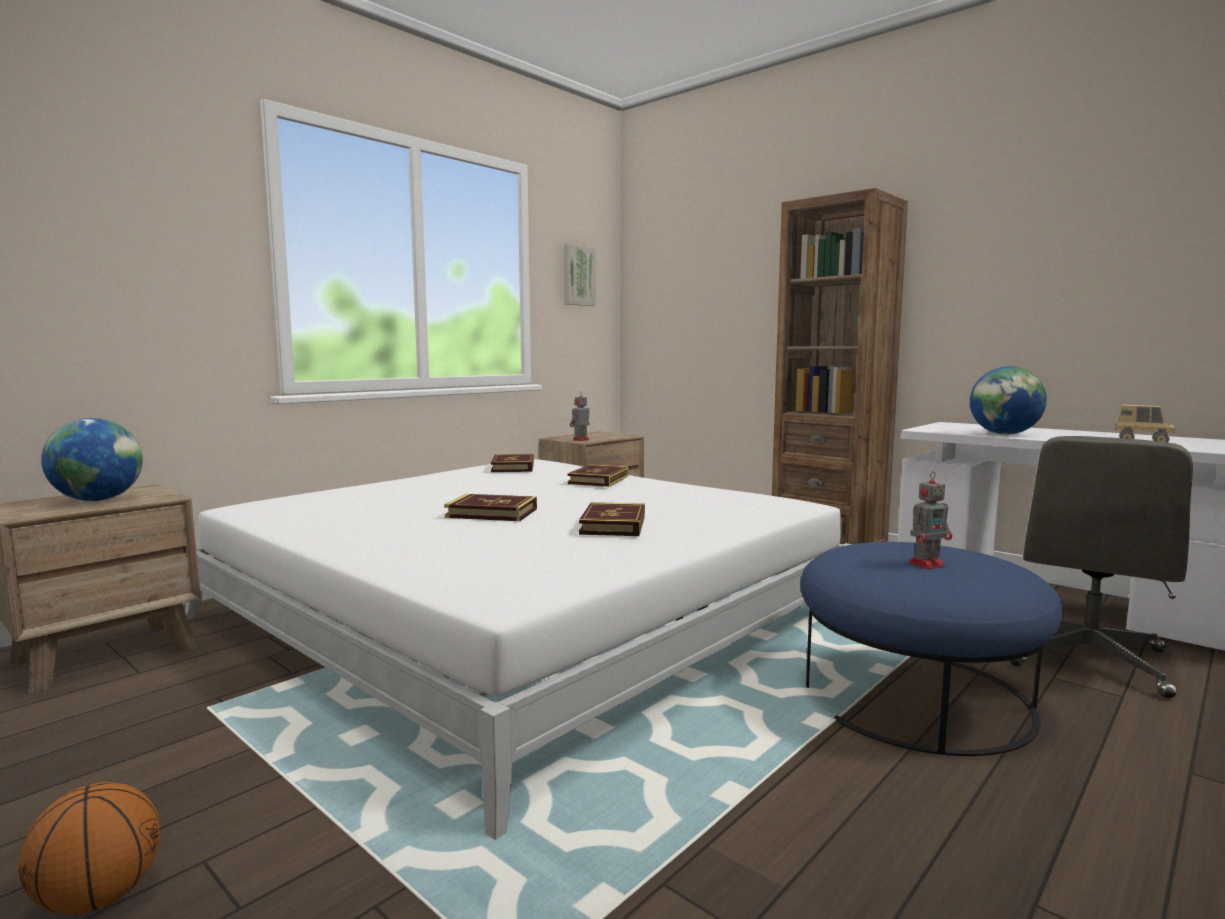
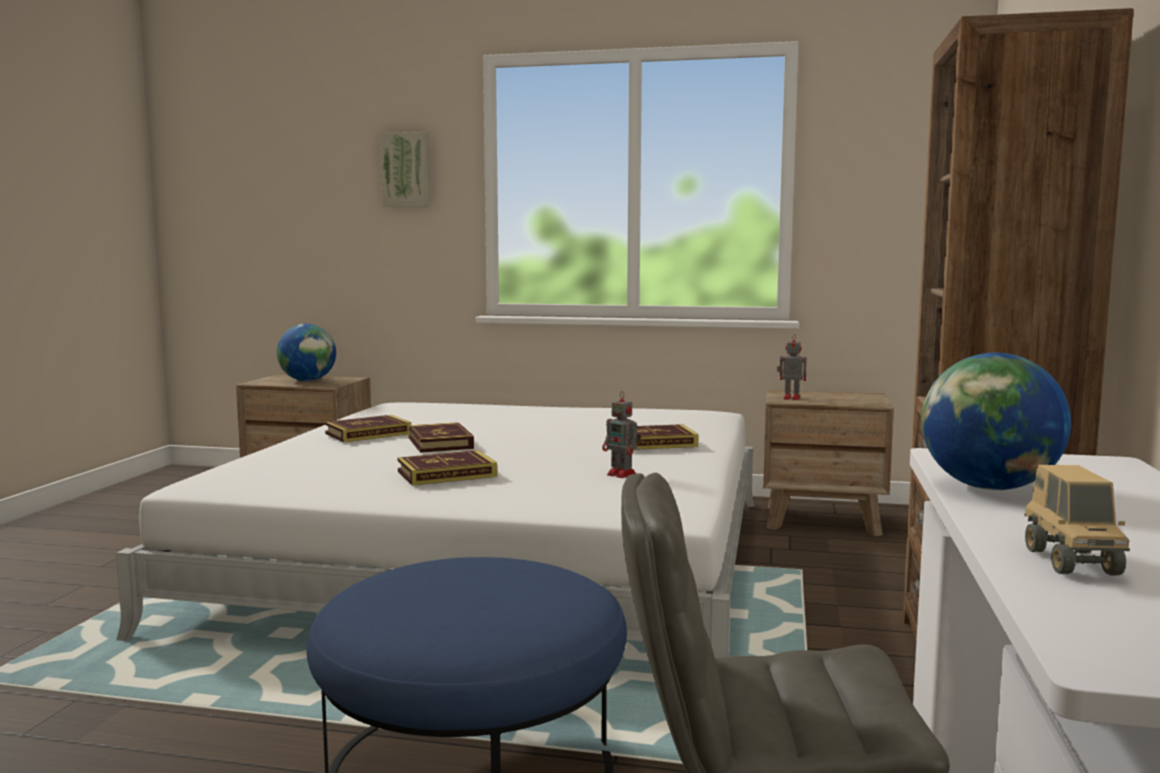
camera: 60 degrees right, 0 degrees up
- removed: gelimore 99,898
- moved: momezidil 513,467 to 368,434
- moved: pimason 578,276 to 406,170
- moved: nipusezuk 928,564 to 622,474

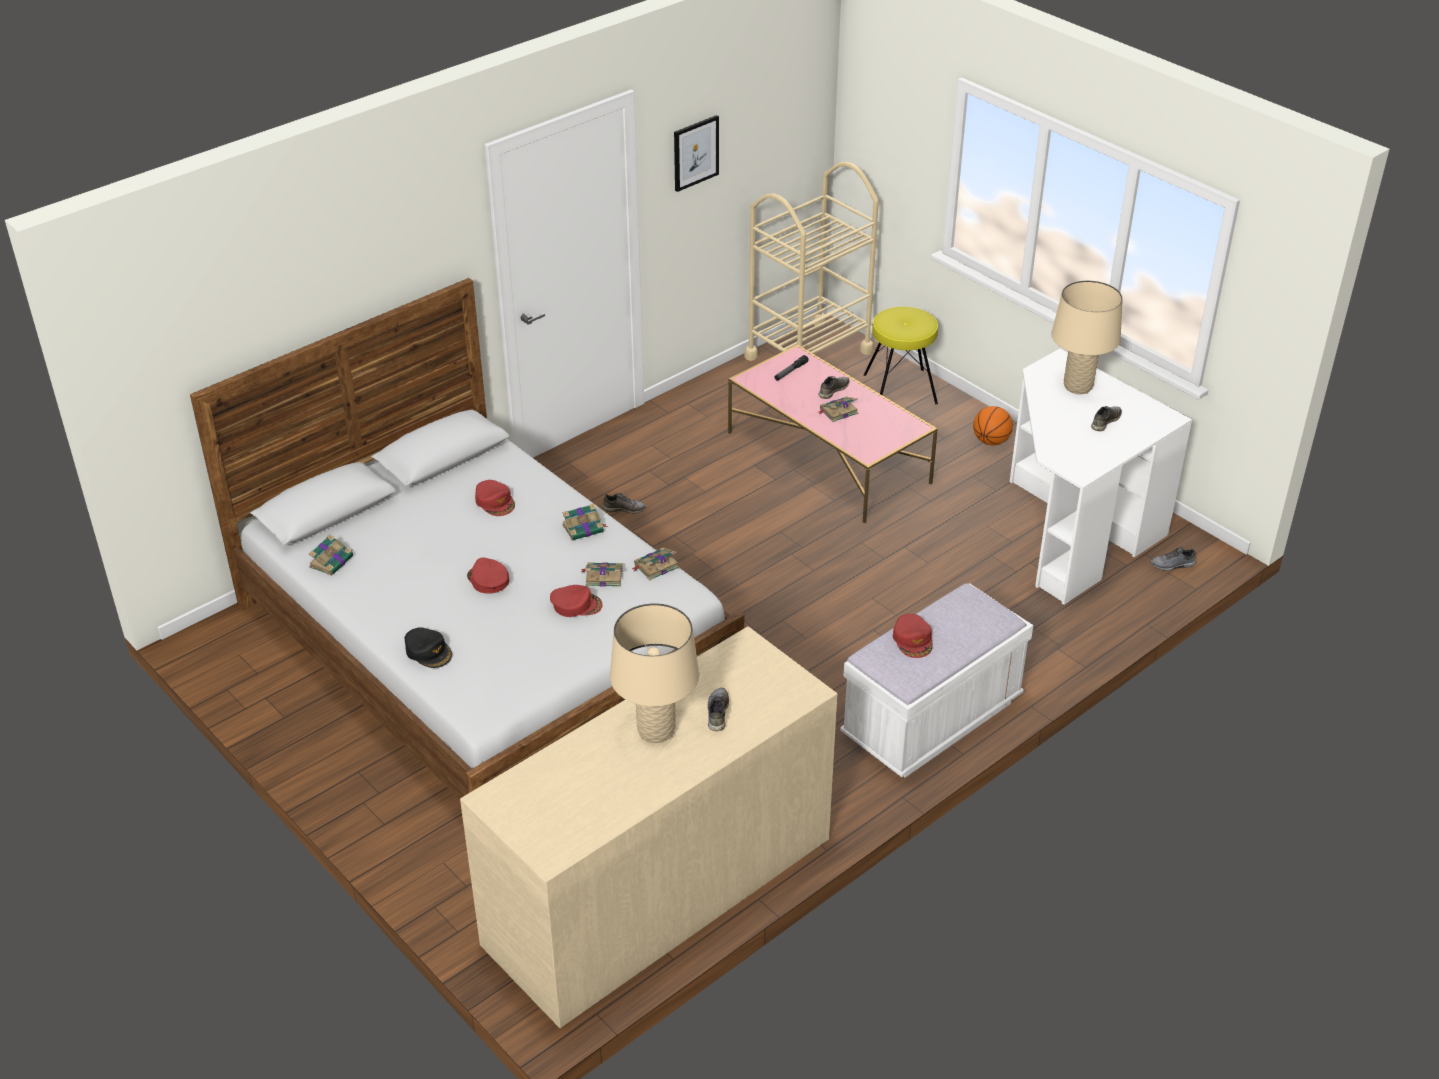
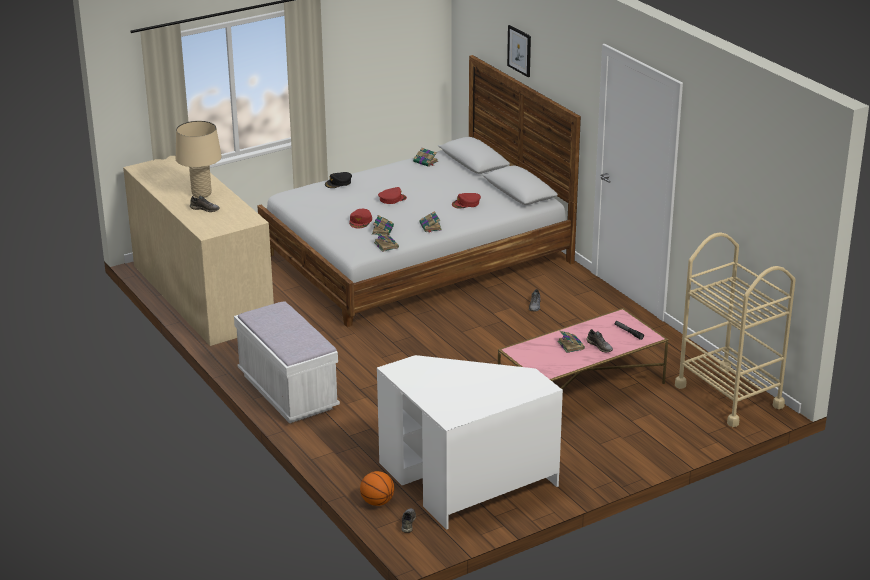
camera: 100 degrees right, 10 degrees down
- moved: pimason 695,153 to 519,50
- removed: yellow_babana 900,389
- removed: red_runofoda 913,640
- moved: gelimore 991,441 to 377,502
- removed: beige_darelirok 1078,387
- removed: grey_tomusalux 1105,421

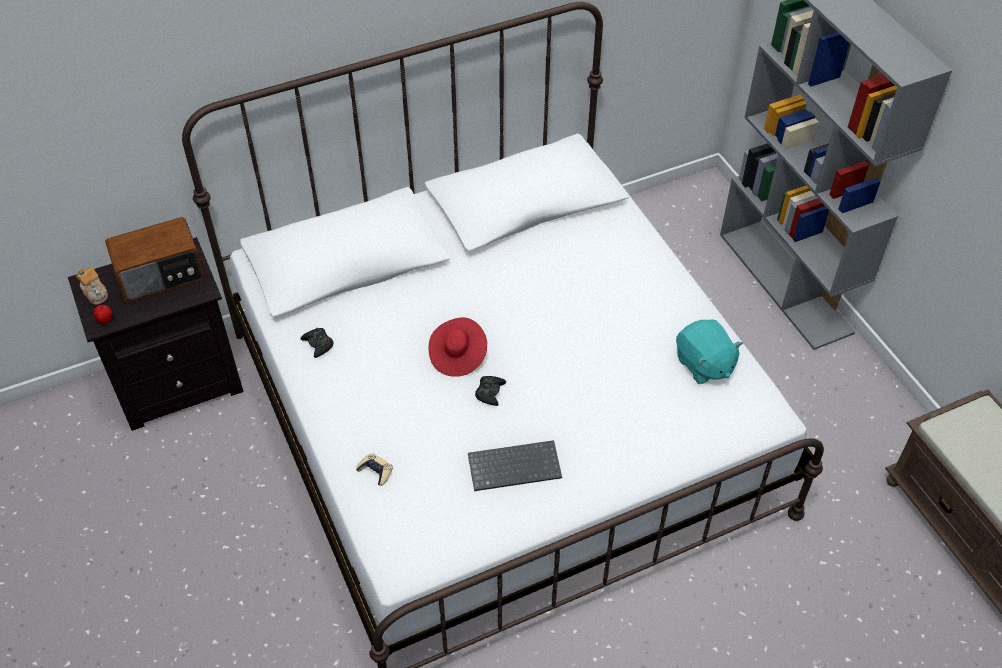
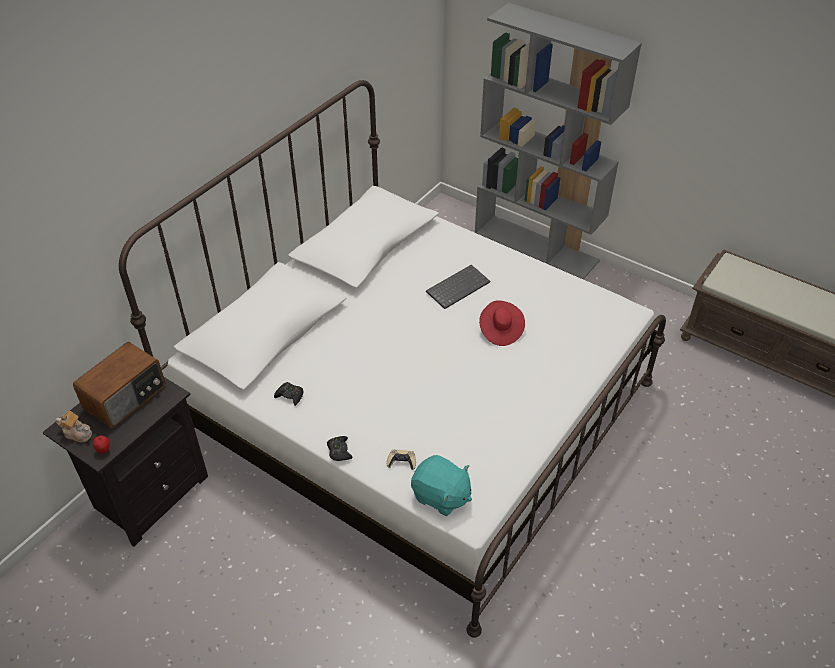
camera: 30 degrees left, 5 degrees down
- moved: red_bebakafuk 457,356 to 500,331
- moved: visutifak 515,465 to 458,287
- moved: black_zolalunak 490,392 to 339,451
- moved: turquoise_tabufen 704,364 to 441,496

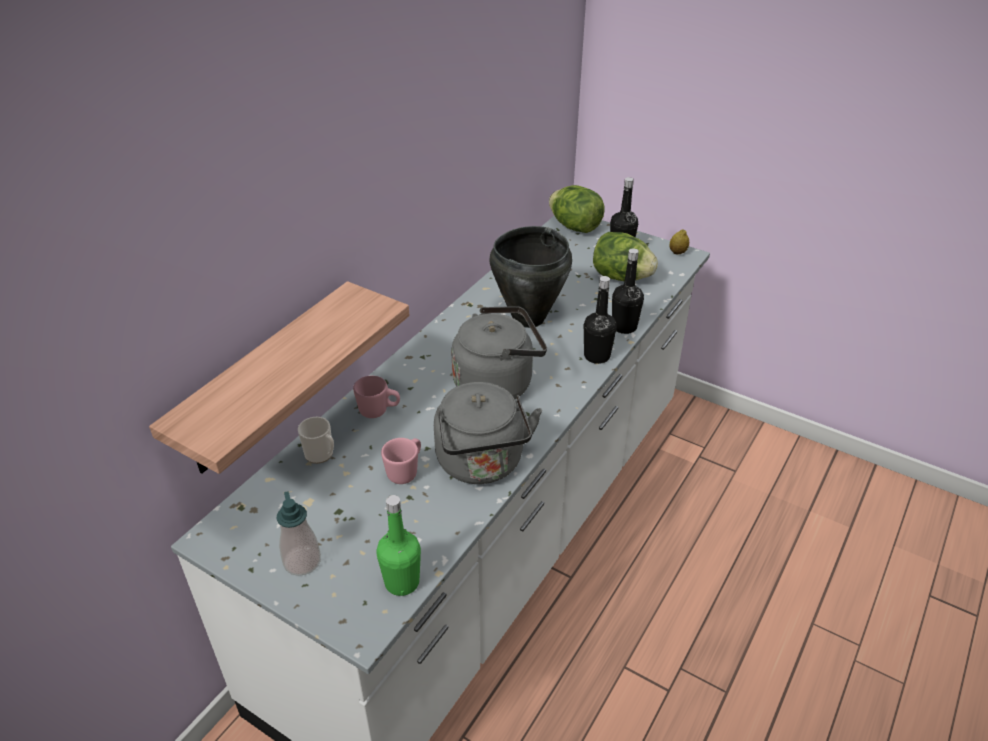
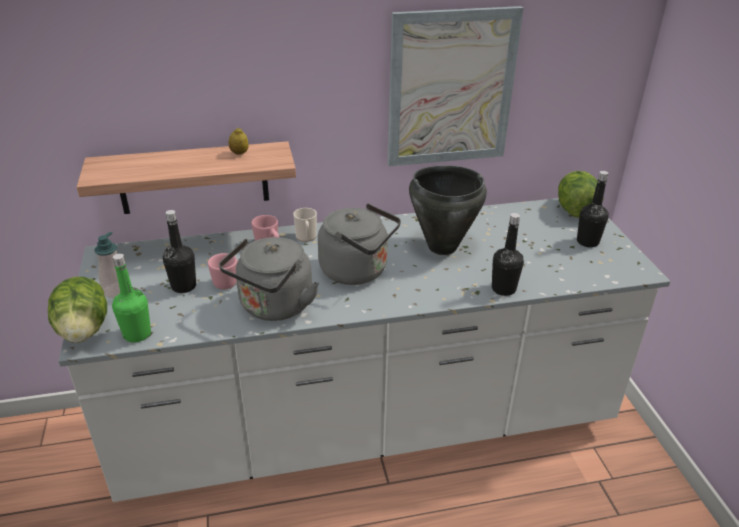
camera: 45 degrees right, 5 degrees down
- moved: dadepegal 321,455 to 306,237
- moved: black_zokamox 597,356 to 184,286
- moved: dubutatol 621,277 to 84,331
- moved: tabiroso 677,252 to 239,153
- added: pimason 451,88

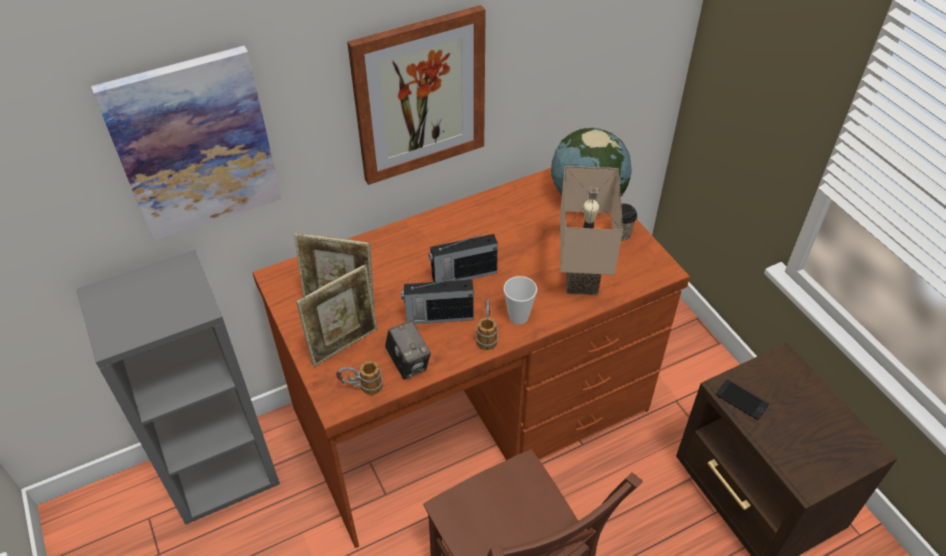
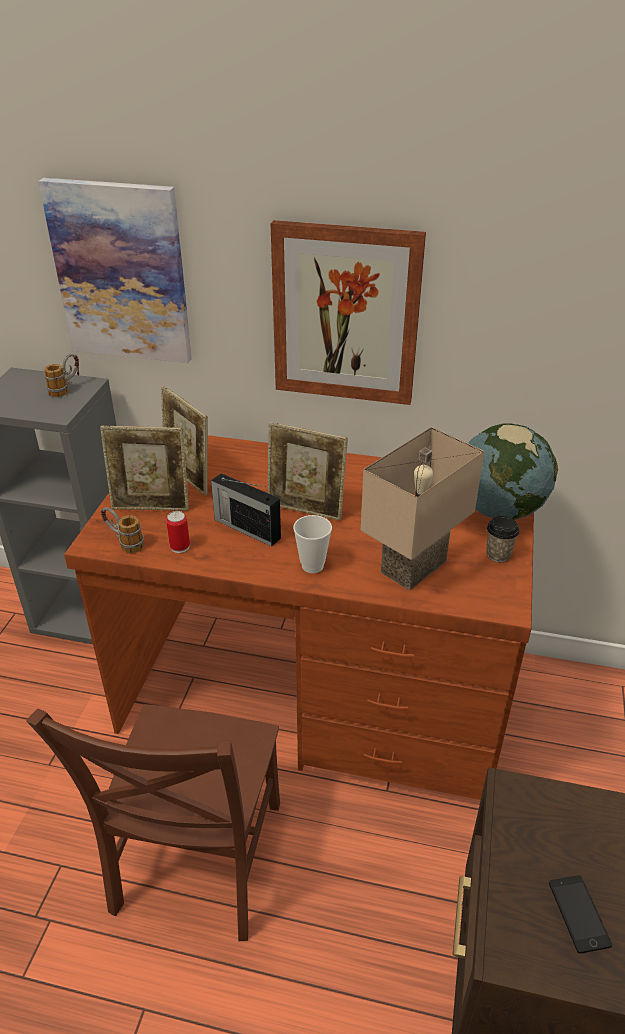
camera: 40 degrees right, 10 degrees down
- replaced: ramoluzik 408,363 to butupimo 180,547
- replaced: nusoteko 463,275 to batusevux 306,510
- moved: dadepegal 487,334 to 66,389
- moved: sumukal 741,400 to 579,913

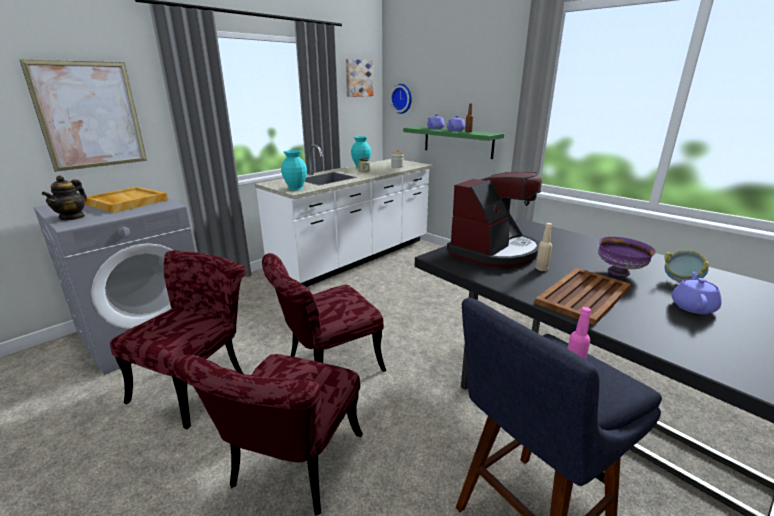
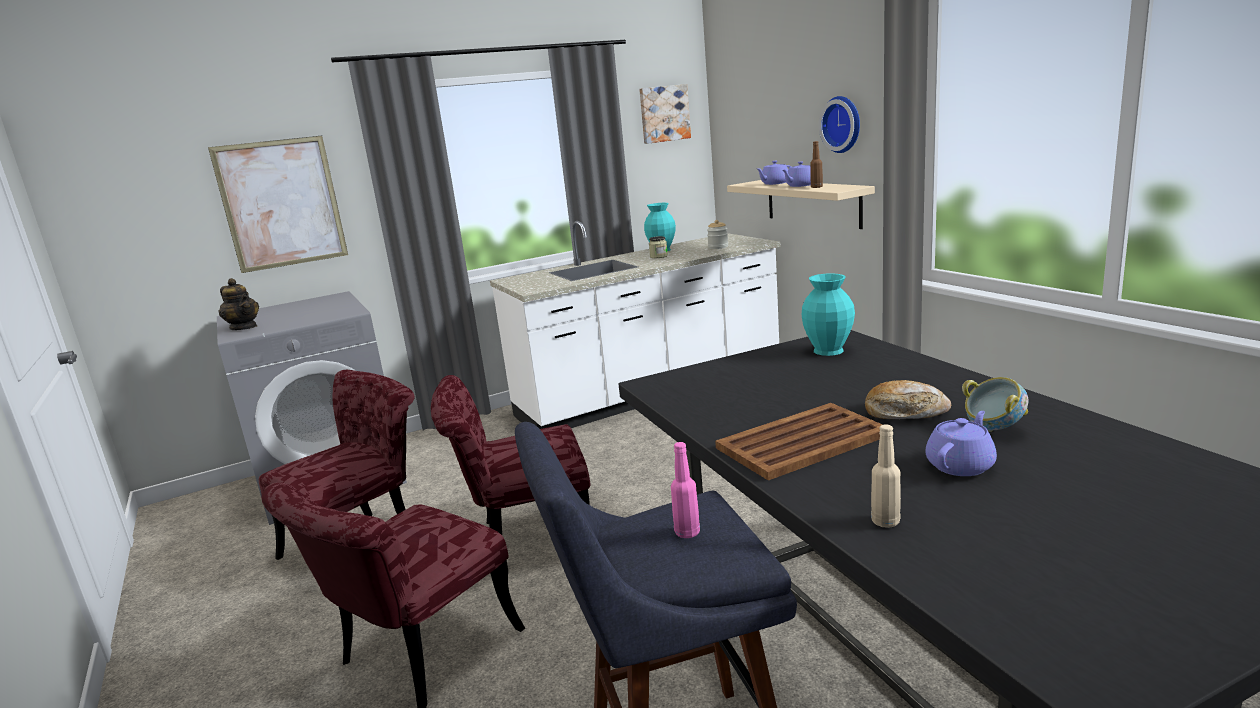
camera: 20 degrees right, 5 degrees down
- turned: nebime 72,217 = 244,327 75 degrees counterclockwise
- removed: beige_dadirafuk 126,202
- moved: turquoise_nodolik 296,188 to 829,350
- moved: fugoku 402,98 to 843,124
- recoloured: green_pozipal 458,142 to beige_pozipal 812,203
- removed: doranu 494,252
- moved: beige_zokamox 541,269 to 885,521
- replaced: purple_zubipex 620,272 to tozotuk 905,412

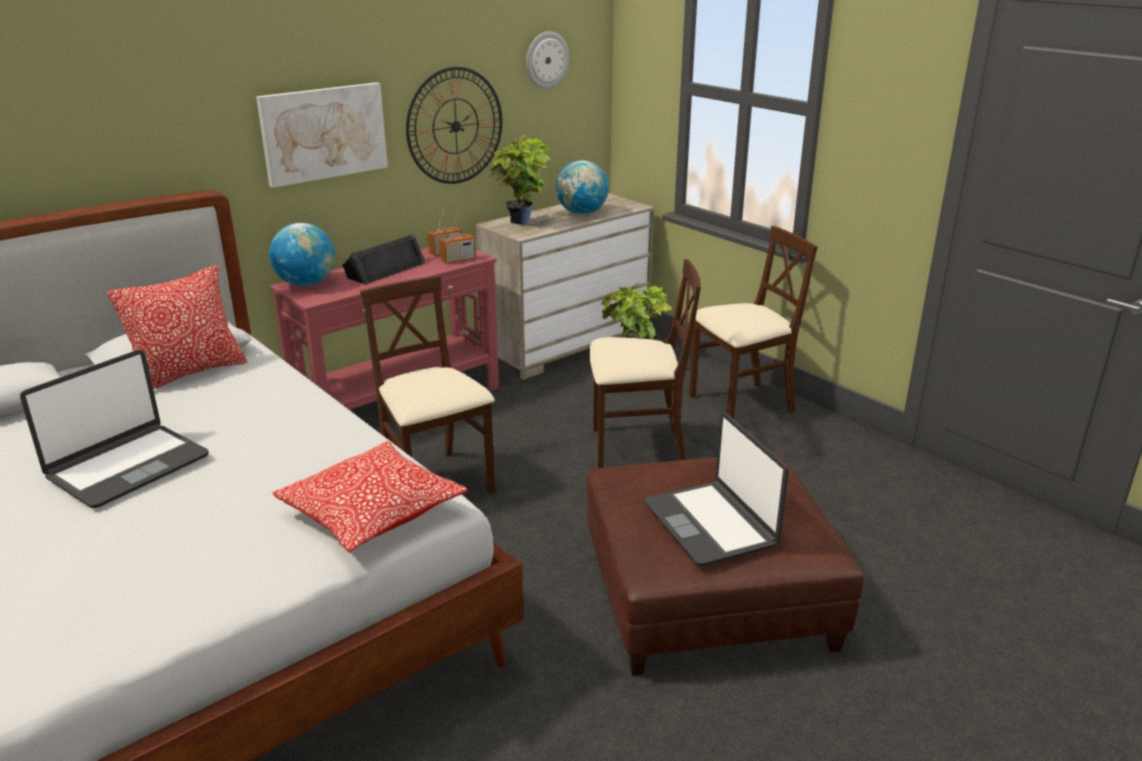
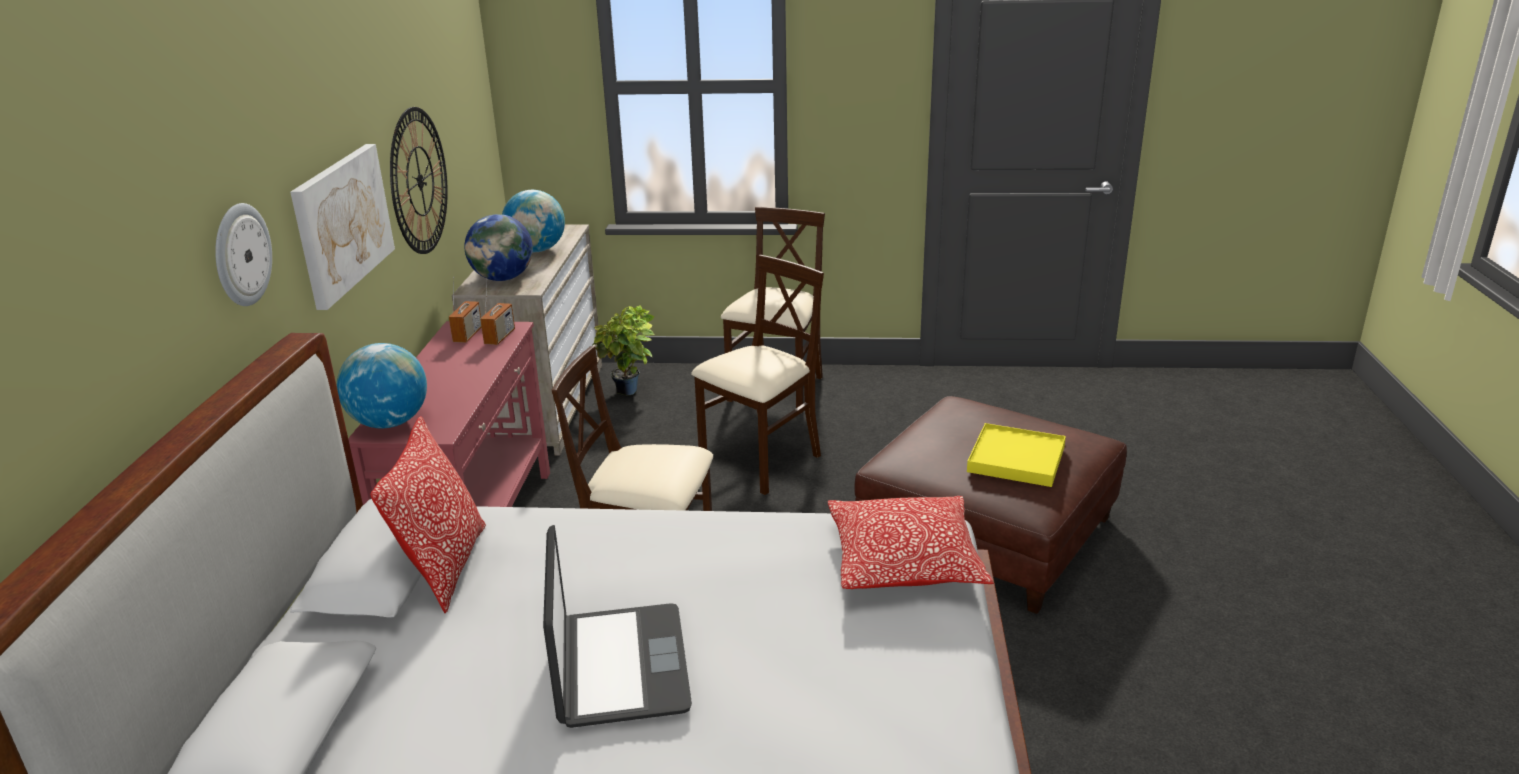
camera: 45 degrees left, 0 degrees up
- removed: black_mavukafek 384,270
- replaced: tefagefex 523,223 to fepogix 503,278
- moved: fugoku 546,60 to 241,254
- replaced: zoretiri 711,524 to yellow_dadirafuk 1016,459

